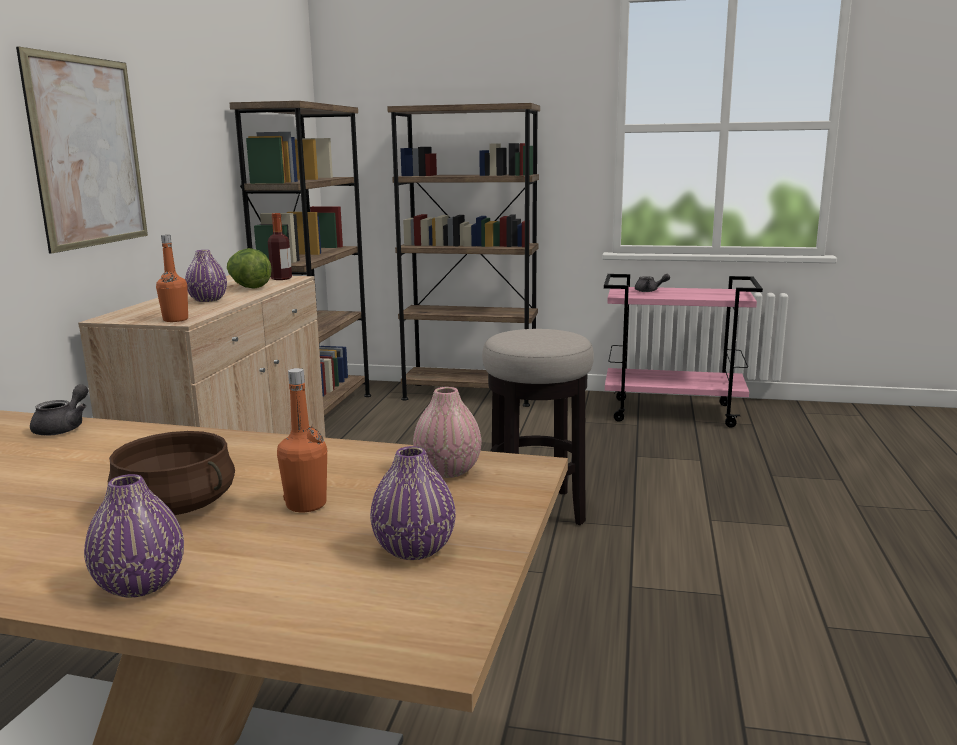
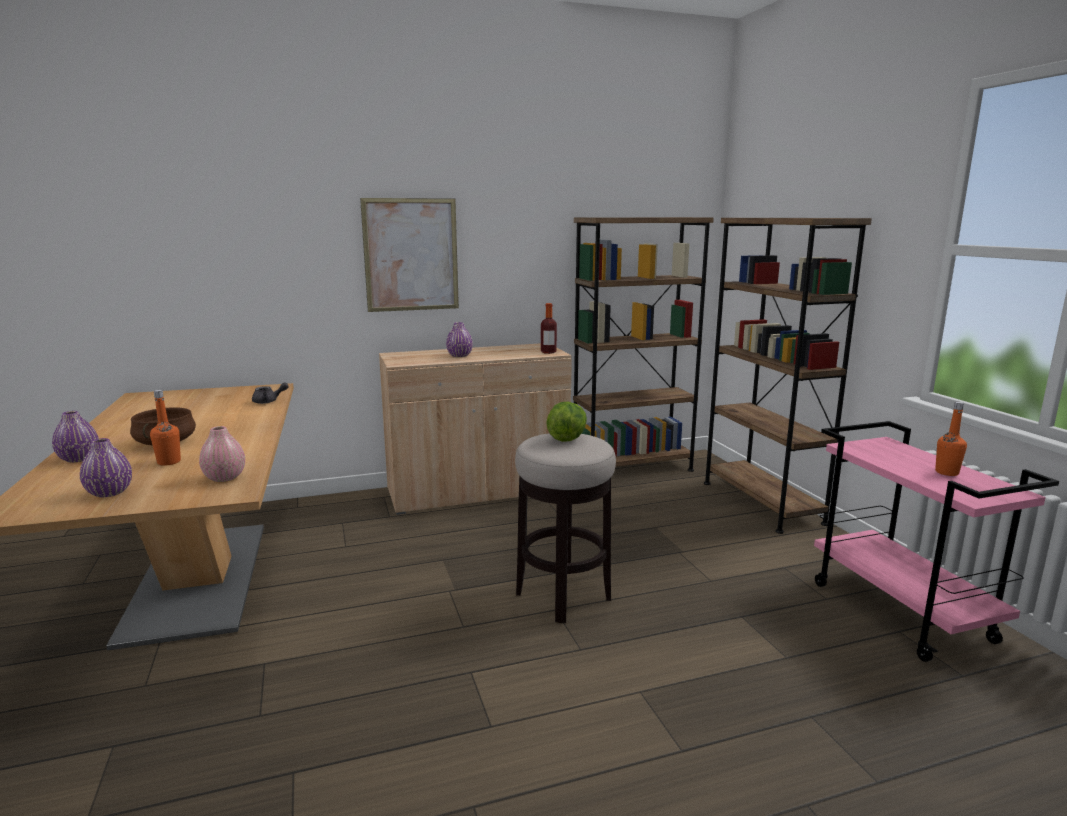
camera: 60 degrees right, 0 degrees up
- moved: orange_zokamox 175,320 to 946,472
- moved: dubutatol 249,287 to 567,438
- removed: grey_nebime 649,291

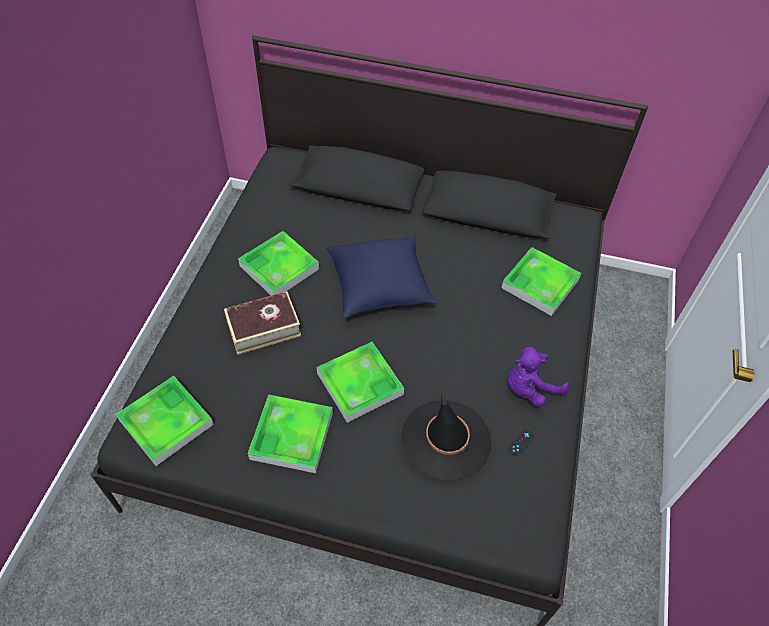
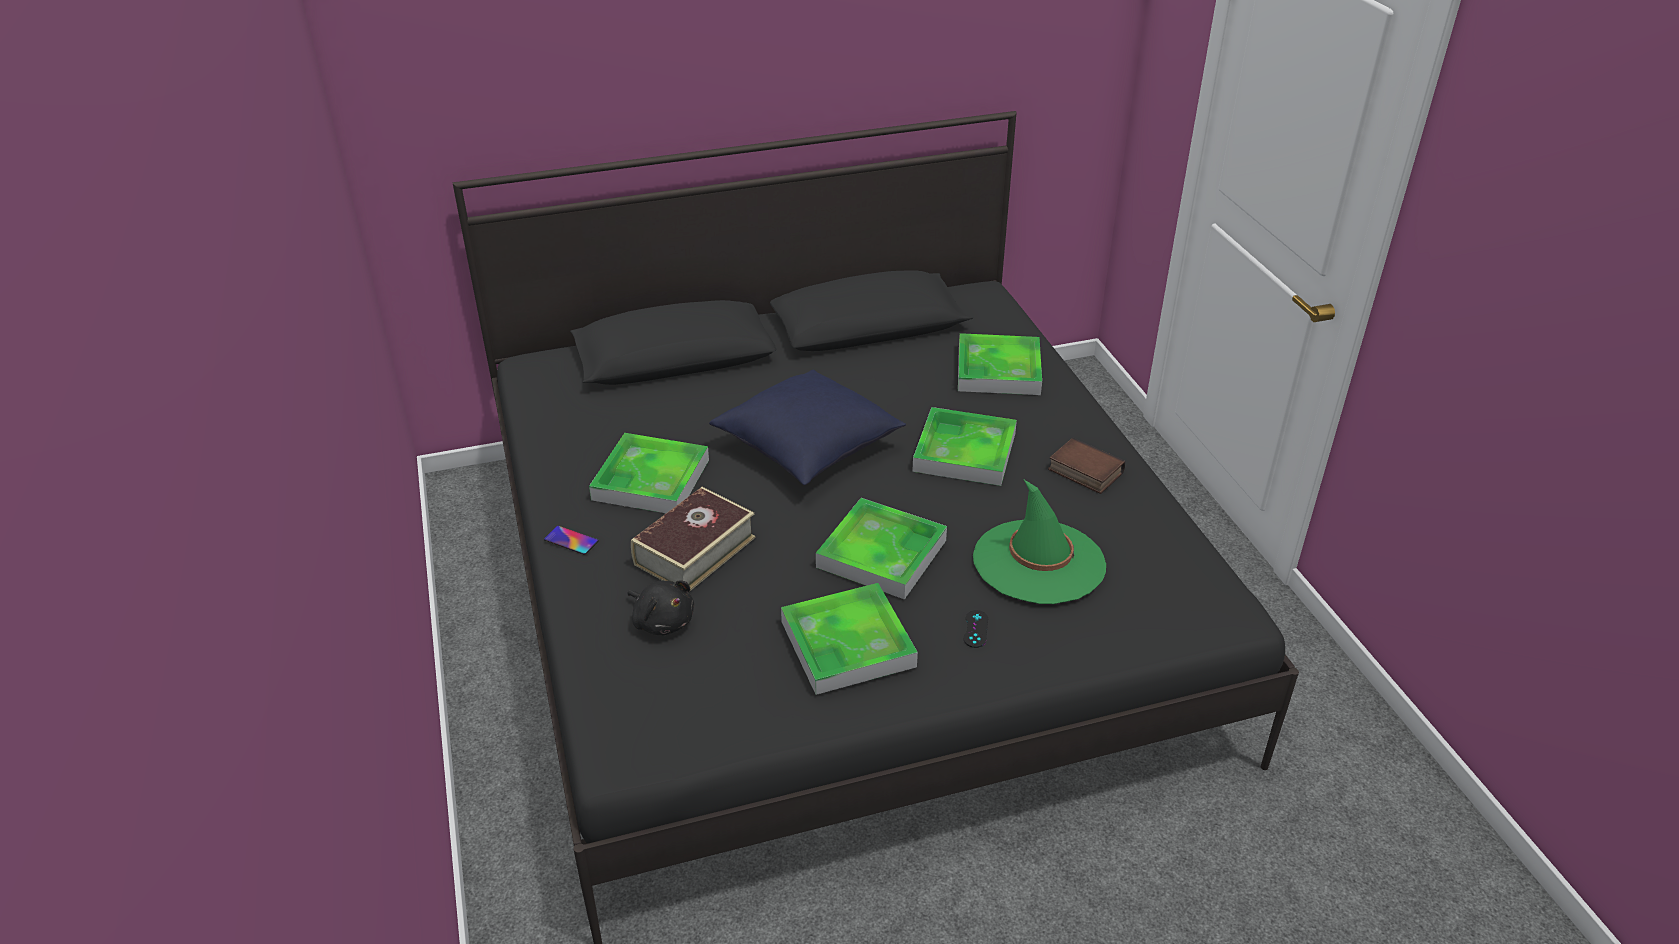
camera: 30 degrees left, 15 degrees down
- moved: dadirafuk 166,422 to 964,452
- recoloured: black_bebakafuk 446,439 to green_bebakafuk 1038,562
- replaced: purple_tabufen 530,388 to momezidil 1083,472
- moved: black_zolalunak 520,442 to 975,629
- added: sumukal 571,540
- added: black_tabufen 662,621

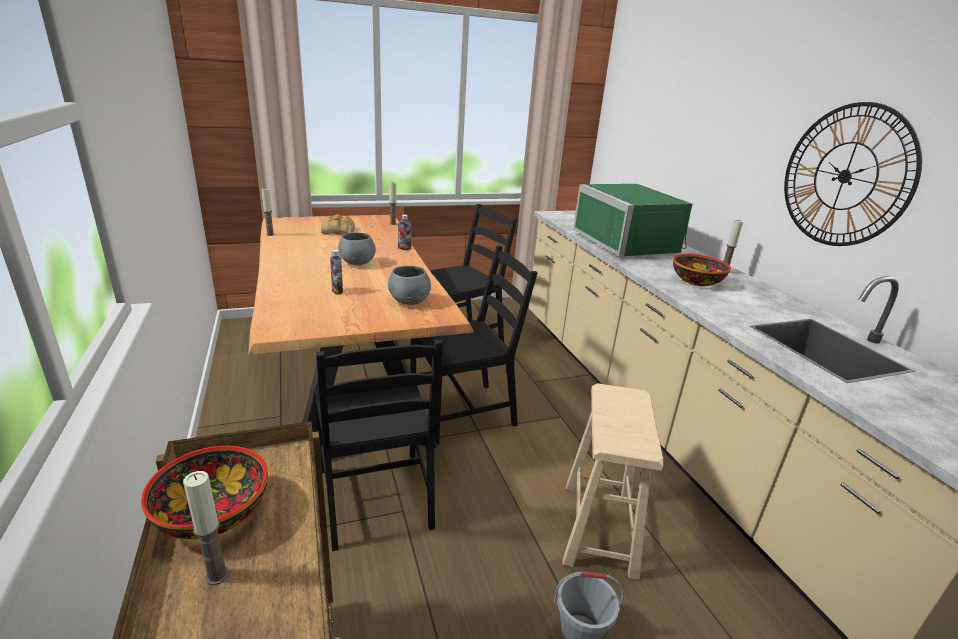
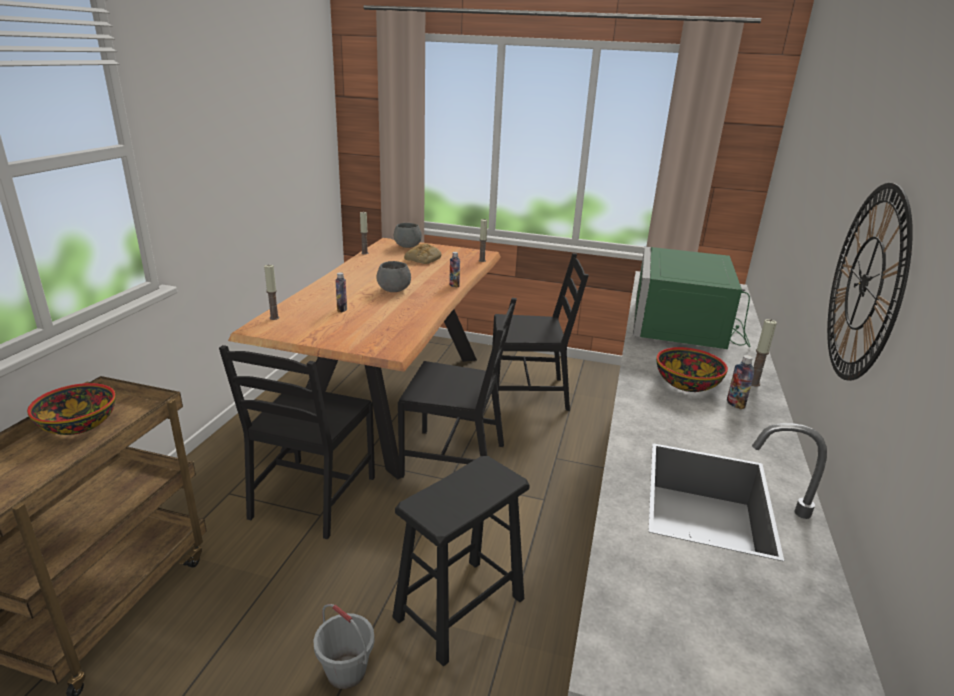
camera: 35 degrees right, 0 degrees up
- moved: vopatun 217,575 to 274,318
- moved: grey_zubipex 410,301 to 408,246
- recoloured: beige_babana 598,528 to black_babana 459,608
- added: zokamox 735,404

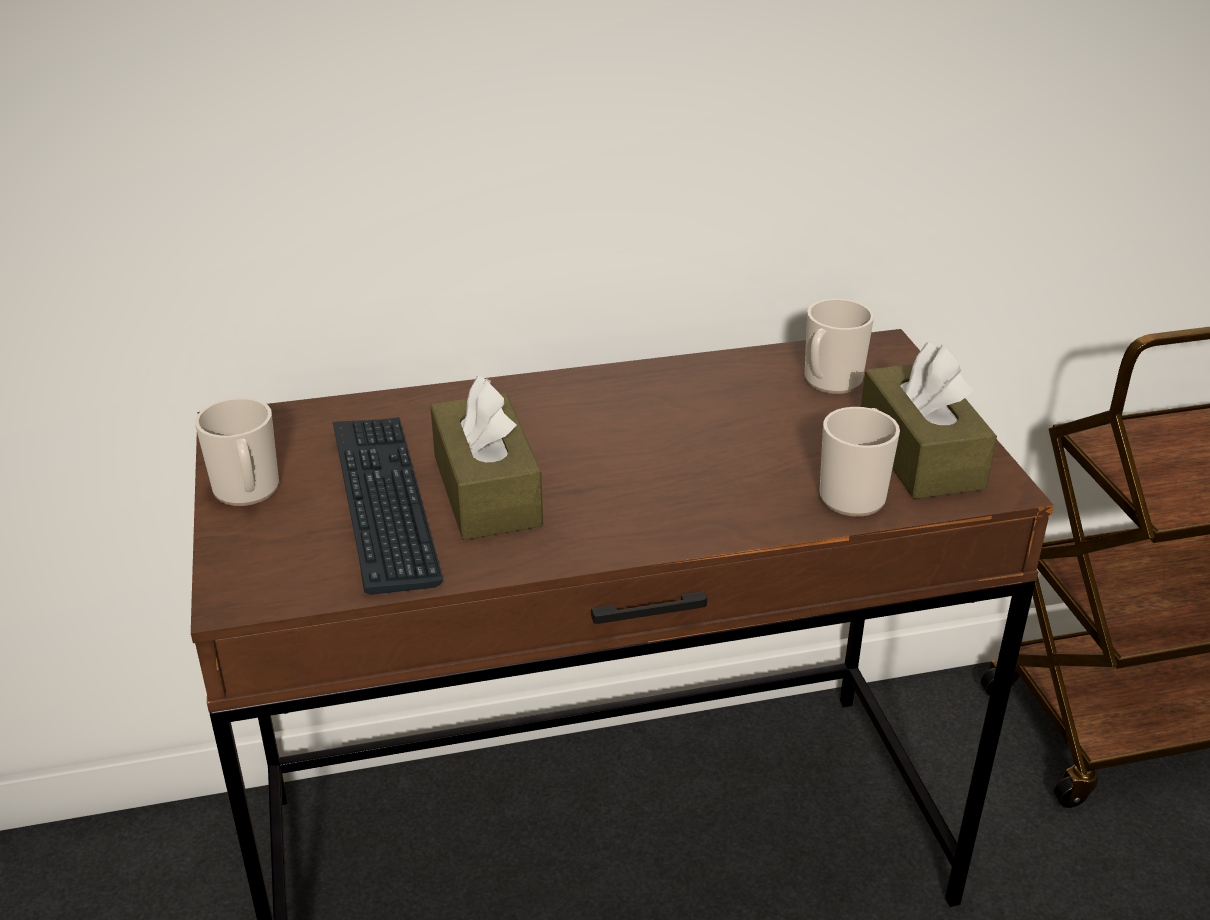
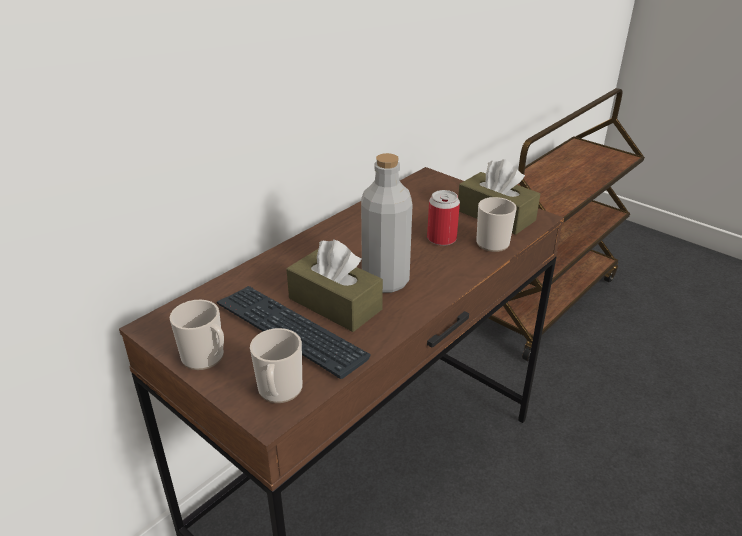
camera: 35 degrees left, 0 degrees up
- moved: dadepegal 829,382 to 279,391
- added: grey_zokamox 385,281
- added: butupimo 441,239

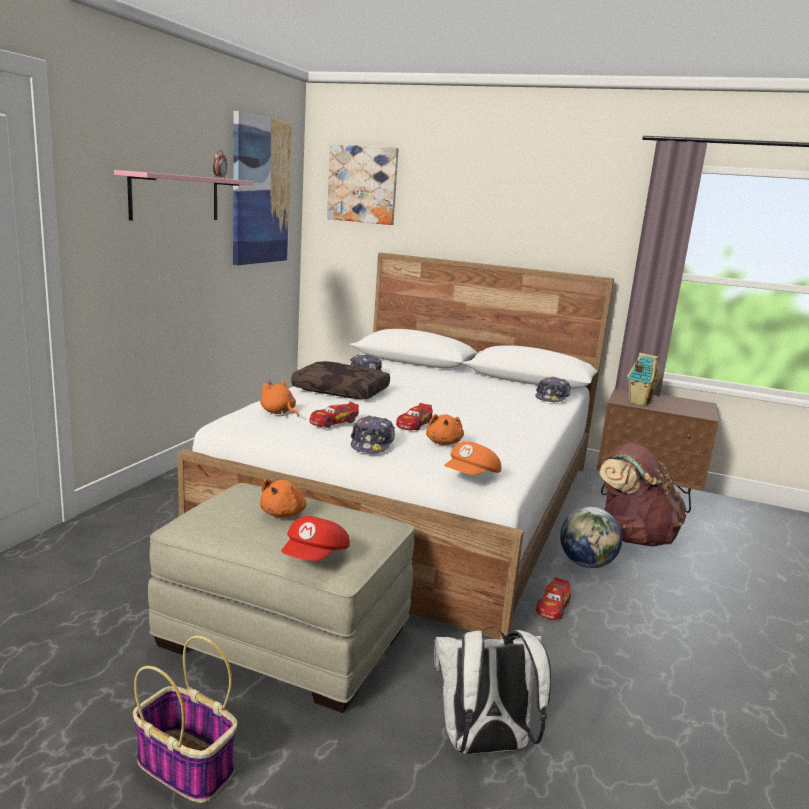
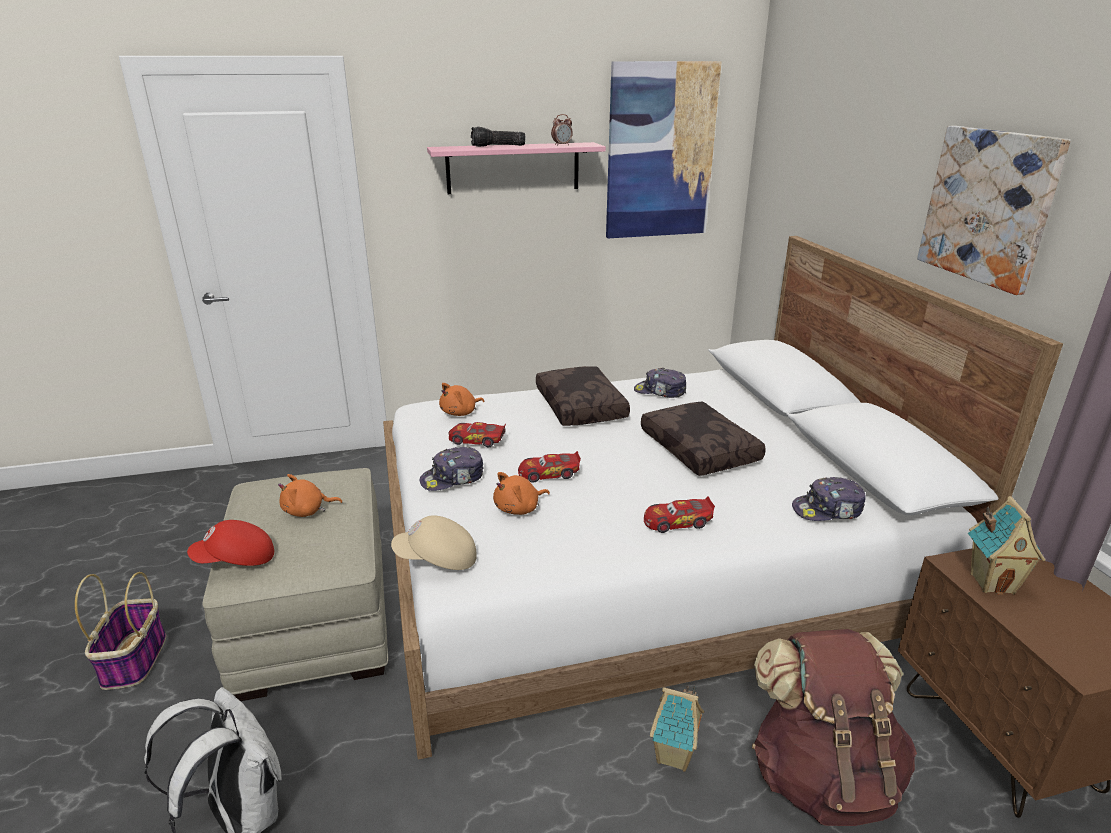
camera: 55 degrees right, 10 degrees up
- turned: orange_tabufen 279,412 = 460,413 135 degrees counterclockwise
- moved: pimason 363,184 to 989,206
- recoloured: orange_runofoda 472,477 to beige_runofoda 437,560
- moved: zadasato 552,606 to 677,522
- replaced: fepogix 586,564 to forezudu 675,756
- added: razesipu 498,146
- added: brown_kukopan 701,449

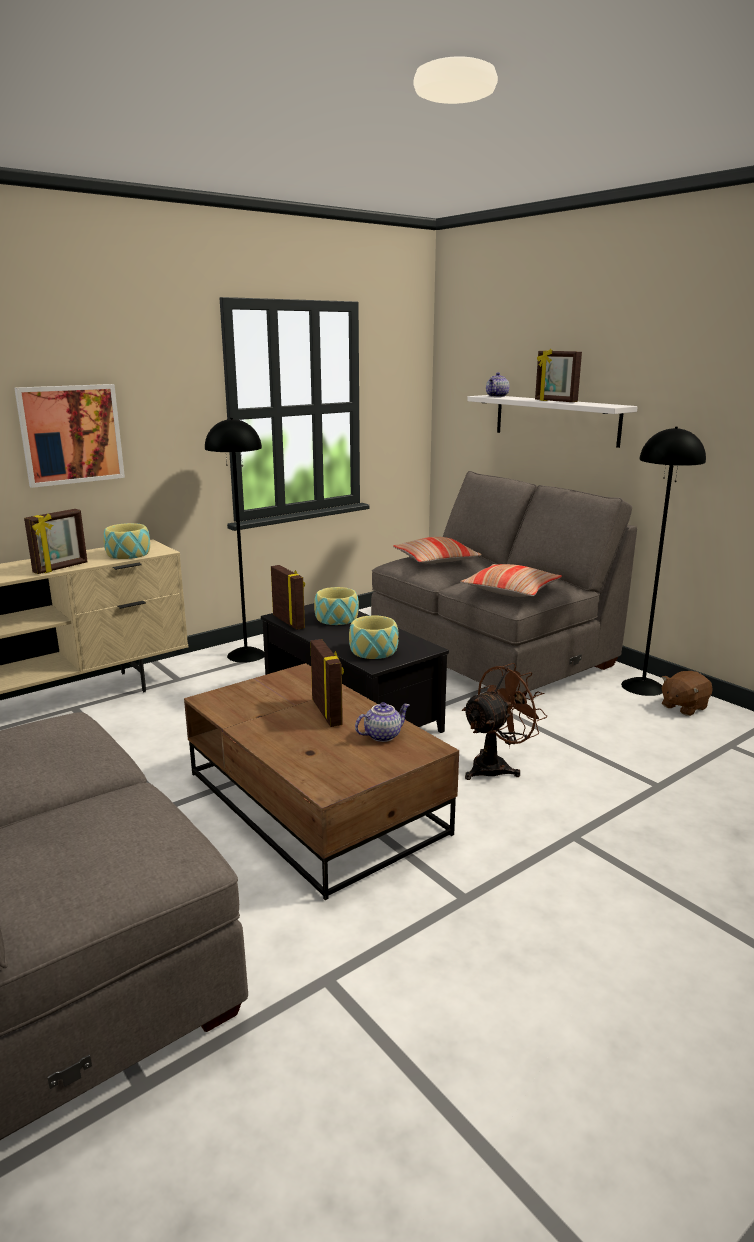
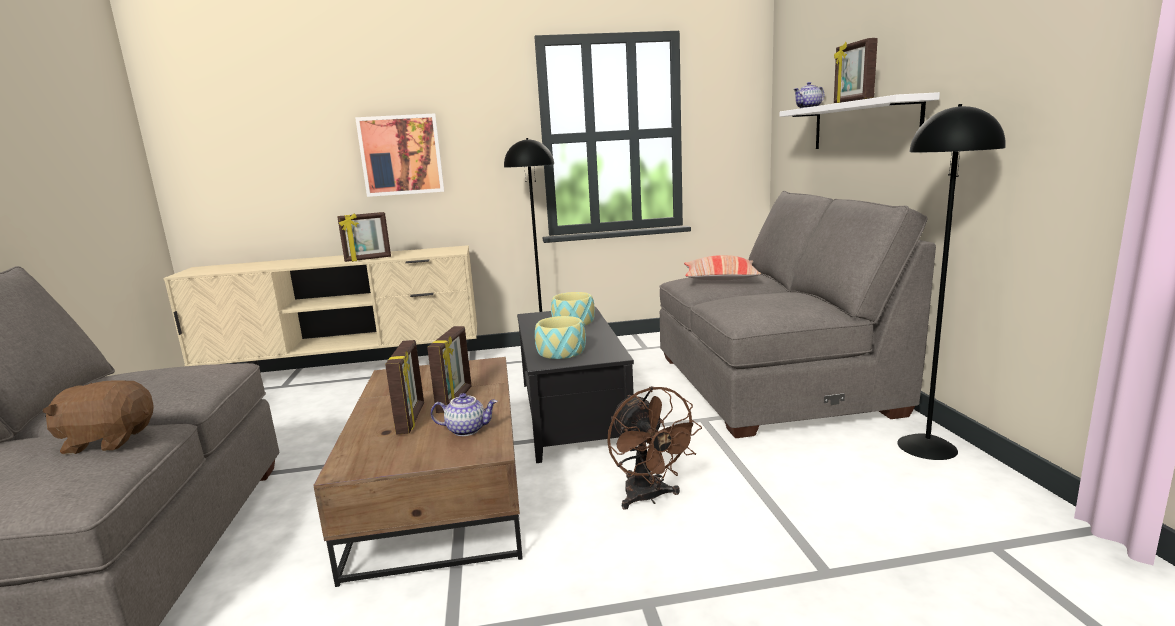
camera: 30 degrees right, 5 degrees down
- removed: zubipex 128,554
- moved: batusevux 289,622 to 412,419
- removed: kukopan 511,590
- turned: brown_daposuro 496,766 = 649,498 75 degrees clockwise
- moved: brown_tabufen 683,707 to 108,440

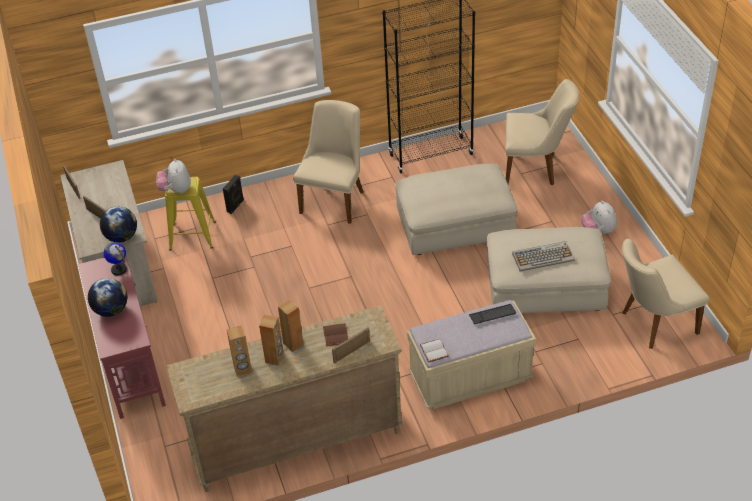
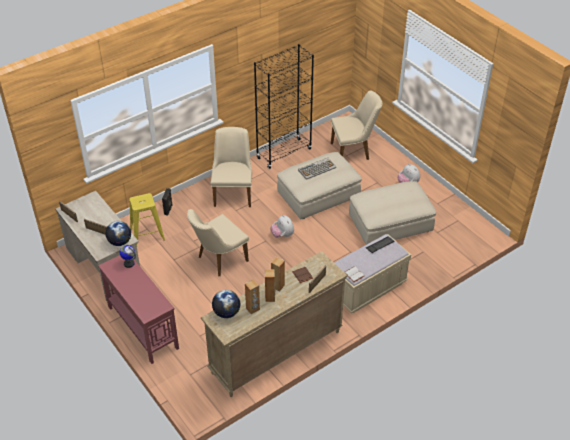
camera: 20 degrees left, 0 degrees up
- moved: fepogix 111,310 to 227,312
- moved: tabufen 176,190 to 282,235
- moved: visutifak 543,257 to 317,169
- moved: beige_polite 652,323 to 218,260

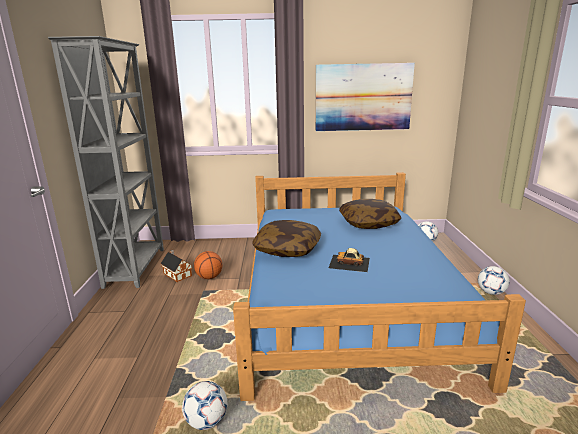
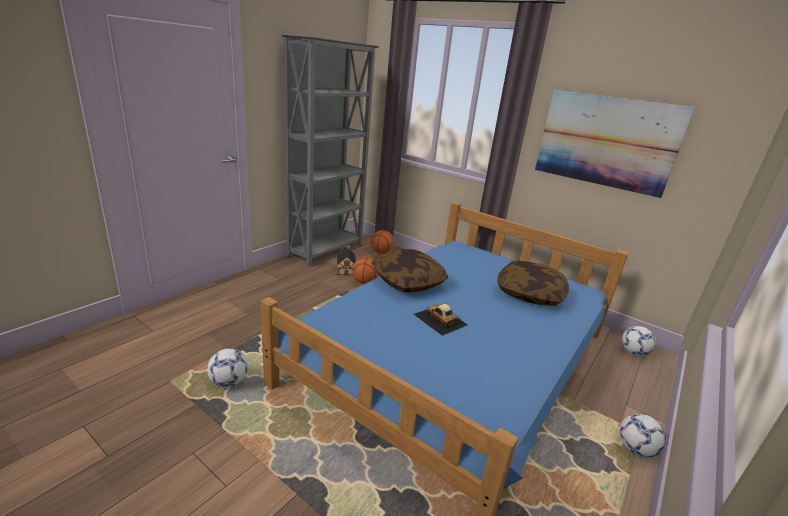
camera: 35 degrees right, 5 degrees up
- added: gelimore 381,252

